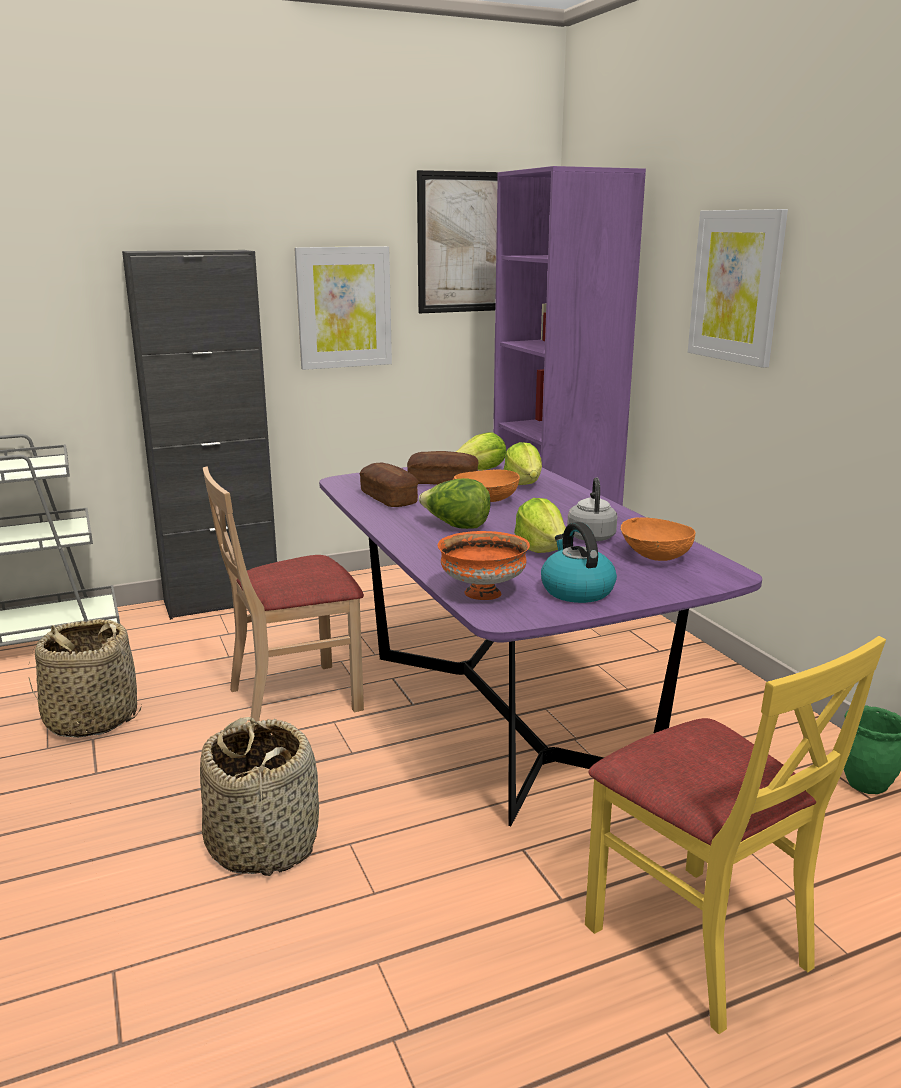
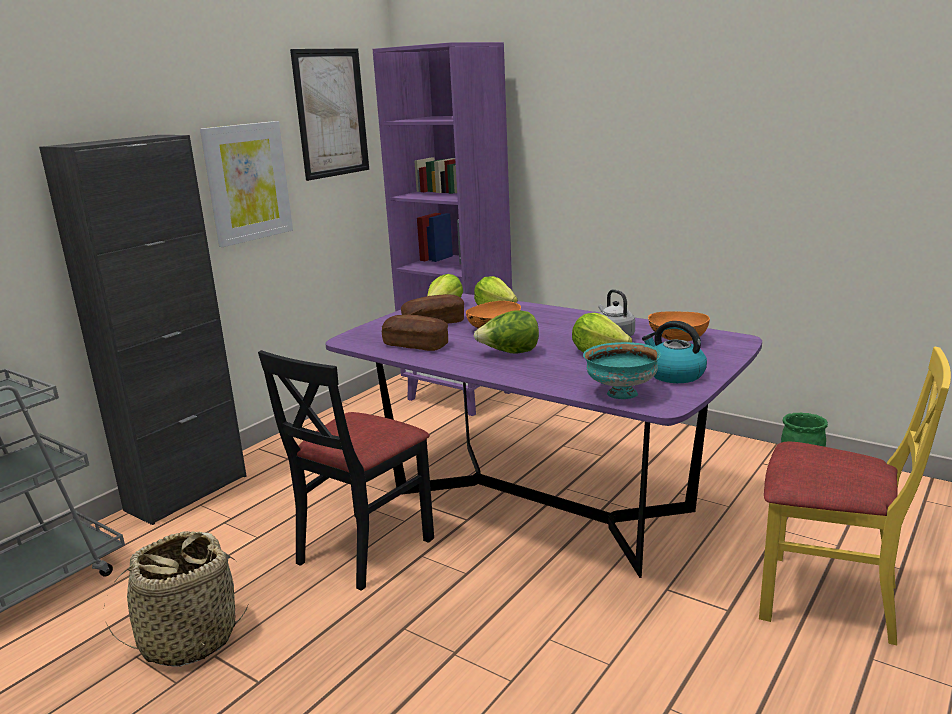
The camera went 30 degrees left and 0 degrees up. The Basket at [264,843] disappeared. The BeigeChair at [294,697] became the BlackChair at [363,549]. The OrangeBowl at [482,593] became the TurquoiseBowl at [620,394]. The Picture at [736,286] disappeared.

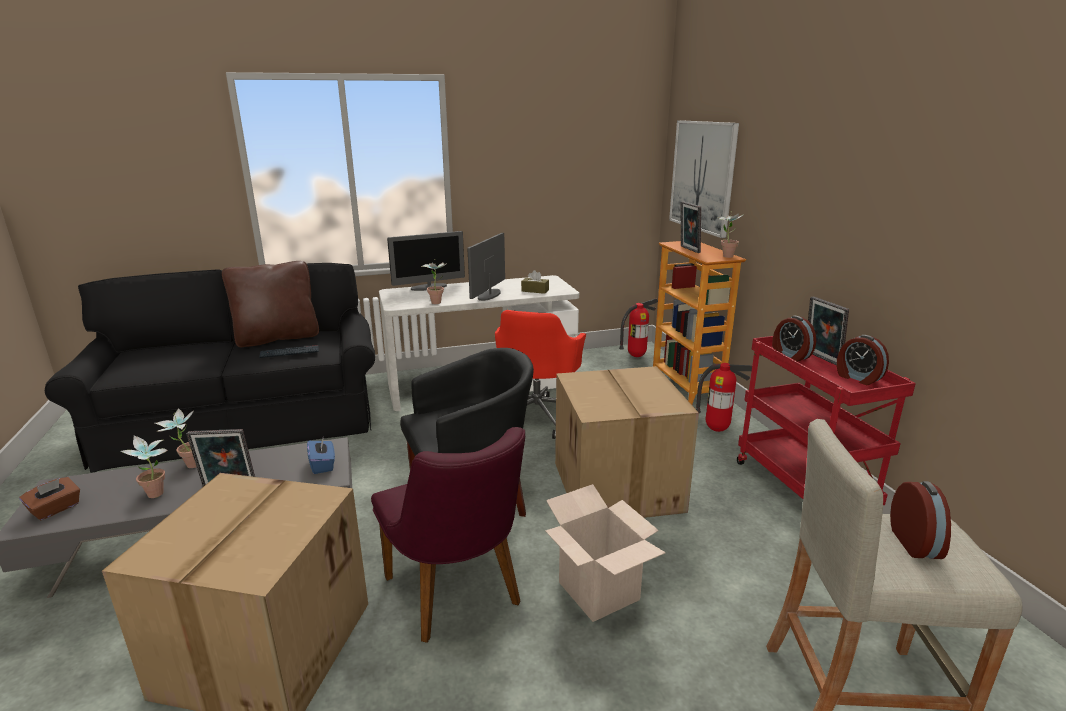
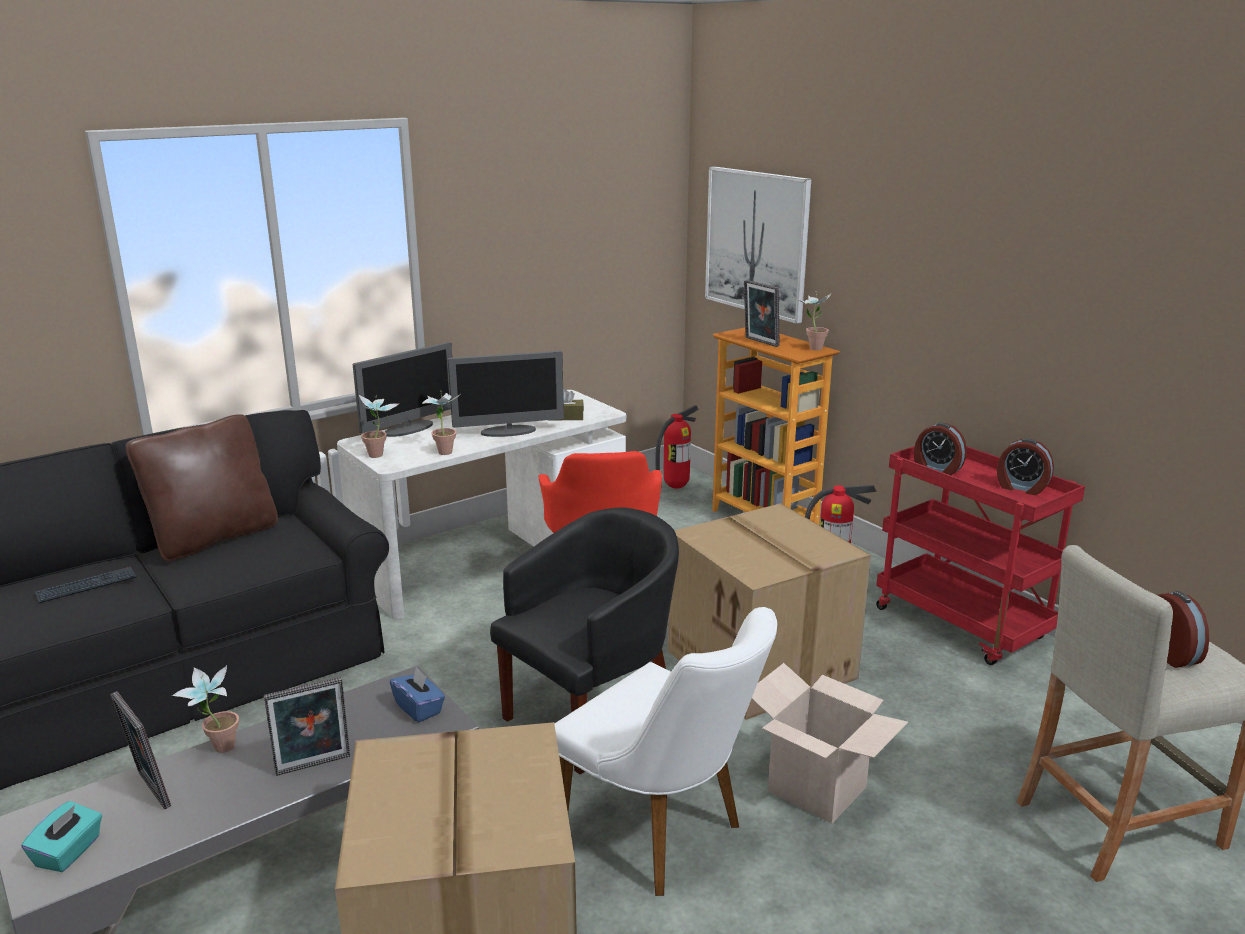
The camera went 20 degrees left and 0 degrees up. The BrownTissueBox at [56,509] became the TurquoiseTissueBox at [69,852]. The PottedPlant moved from [158,496] to [380,456]. The Keyboard moved from [289,352] to [86,586]. The PurpleChair at [458,597] became the WhiteChair at [663,837]. The Monitor at [489,295] turned 105 degrees counterclockwise. The PictureFrame moved from [820,358] to [149,791].

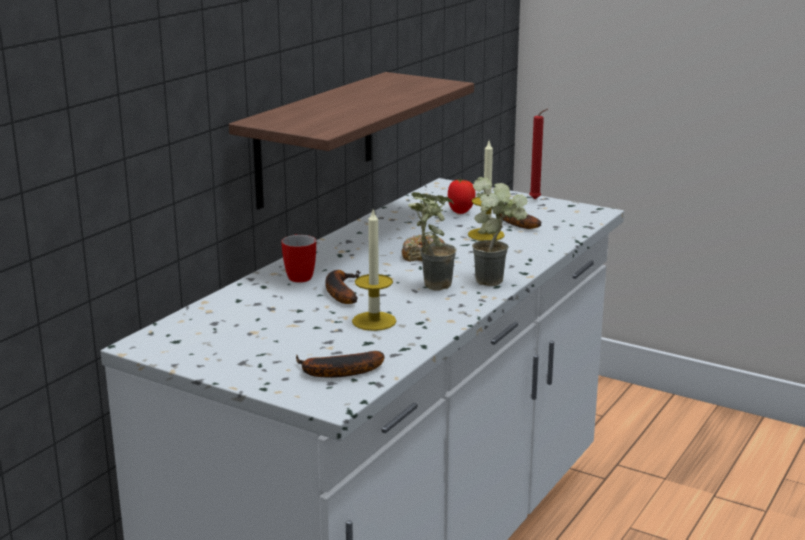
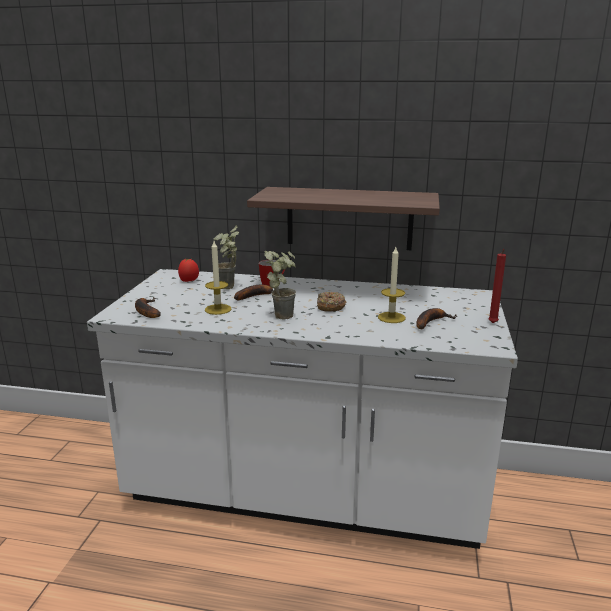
The camera went 70 degrees right and 0 degrees up. The Tomato moved from [461,212] to [189,281]. The PottedPlant moved from [497,281] to [228,288].

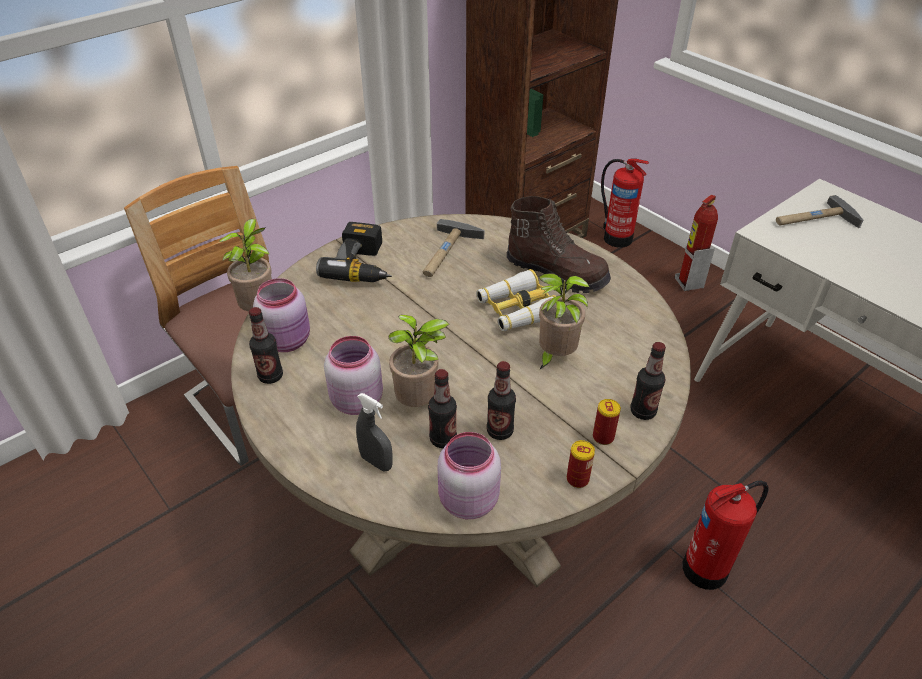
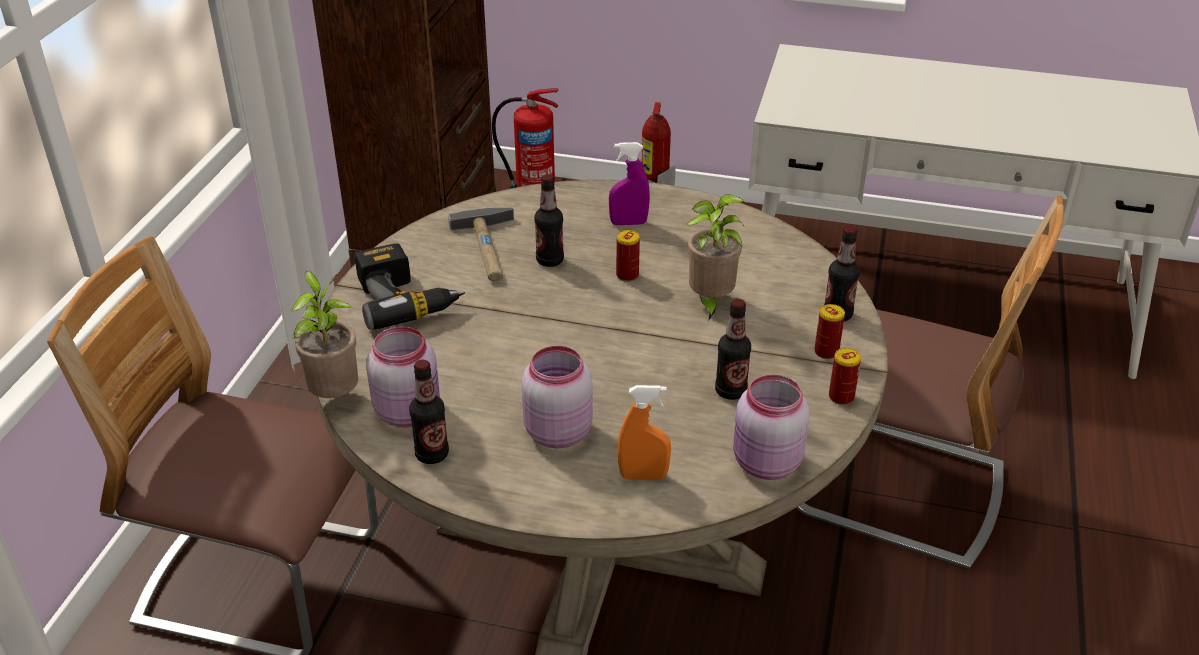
The camera went 35 degrees left and 5 degrees down. The GreySprayBottle at [376,462] became the OrangeSprayBottle at [643,476]. The PottedPlant at [419,404] disappeared. The Bottle moved from [443,439] to [550,260]. The Binoculars at [517,310] was replaced by the Can at [627,275]. The BrownBoot at [557,272] was replaced by the PurpleSprayBottle at [628,223]. The FireExtinguisher at [708,568] was replaced by the Chair at [898,489]. The Hammer at [814,220] disappeared.

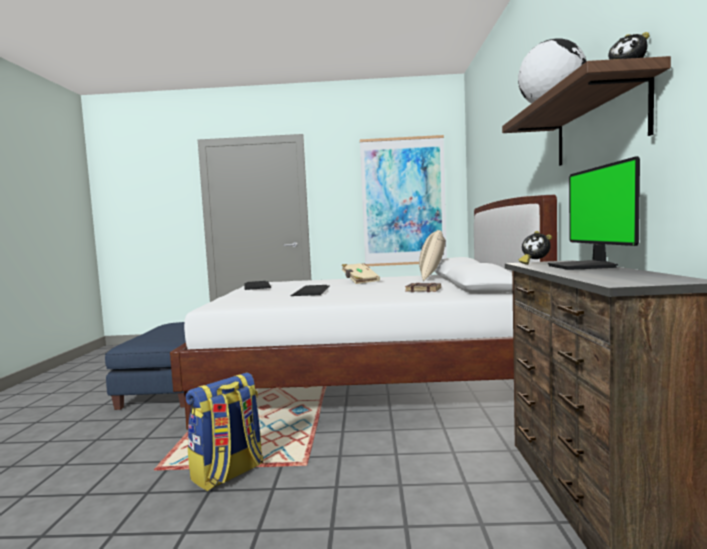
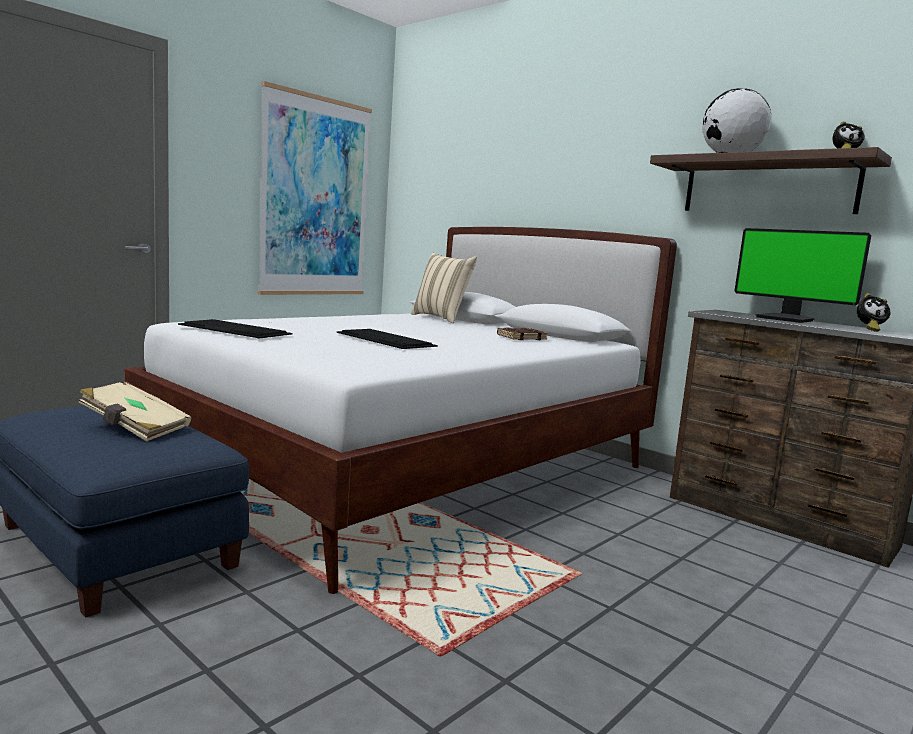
The camera went 50 degrees left and 5 degrees up. The Backpack at [228,474] disappeared. The BeigeBook moved from [359,281] to [135,428]. The AlarmClock moved from [534,263] to [869,330].

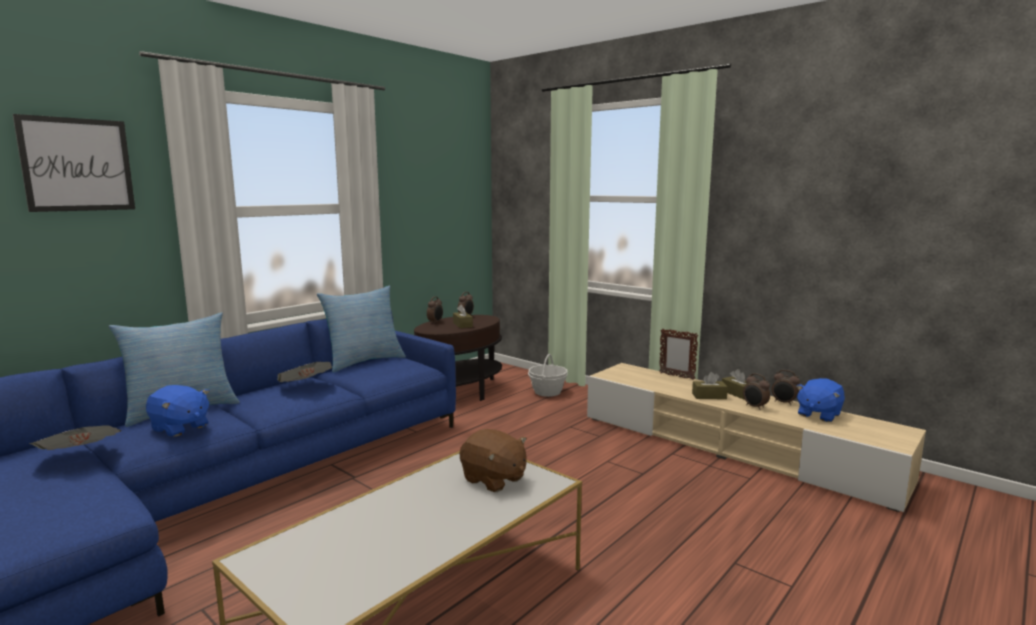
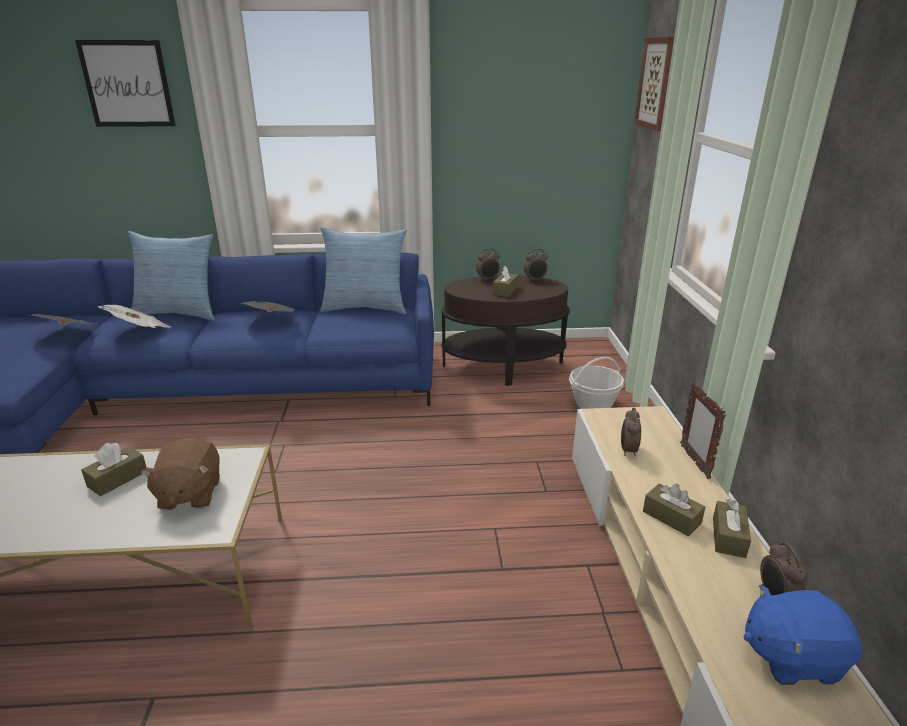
The camera went 45 degrees right and 15 degrees up. The BluePlushToy at [180,428] was replaced by the Newspaper at [140,331]. The AlarmClock moved from [755,407] to [627,450]. The BrownTissueBox at [117,479] appeared. The Picture at [657,83] appeared.

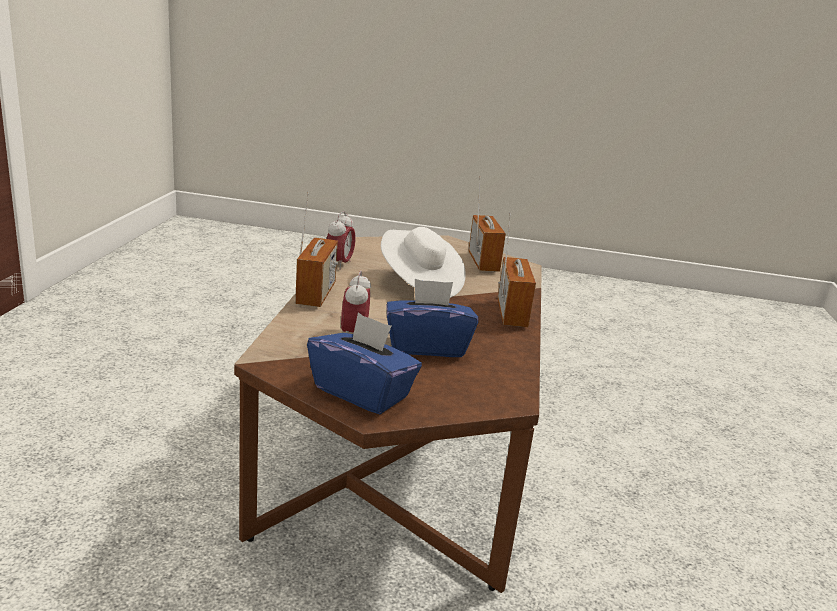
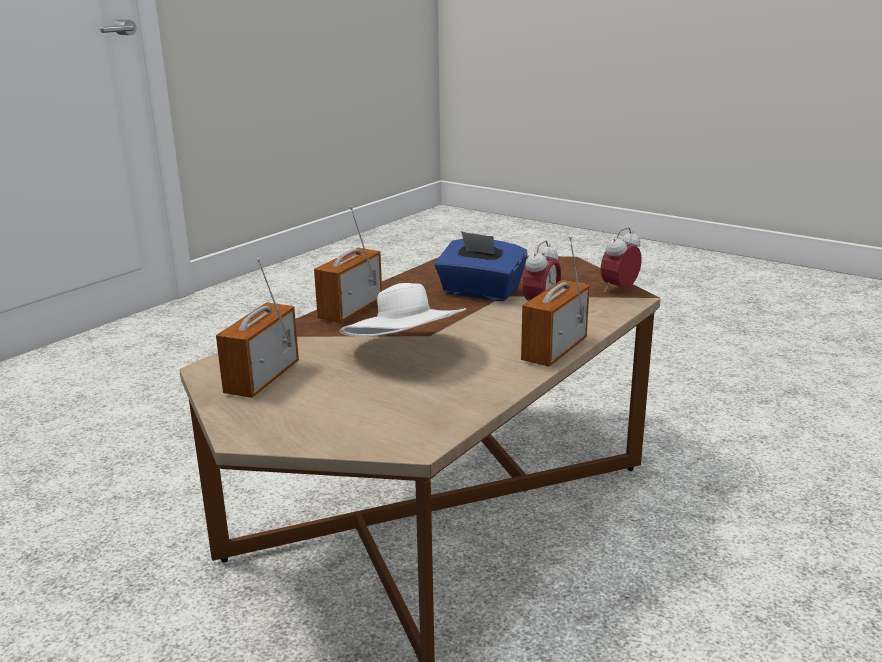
The camera went 150 degrees left and 0 degrees up. The BlueTissueBox at [362,392] disappeared. The AlarmClock moved from [339,264] to [619,289].

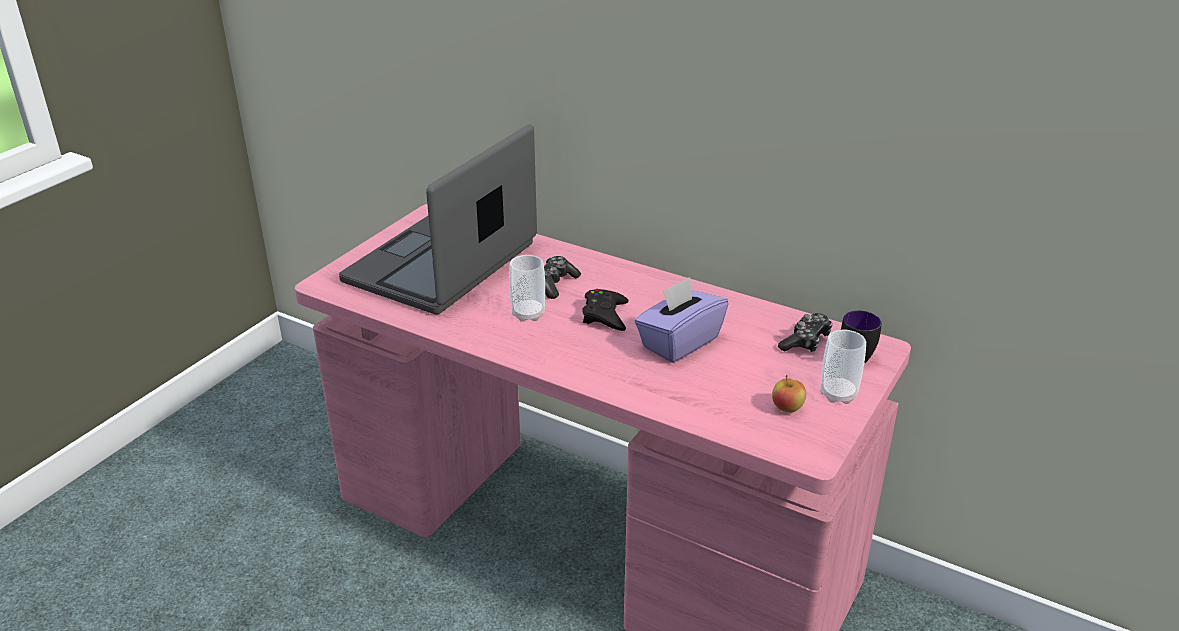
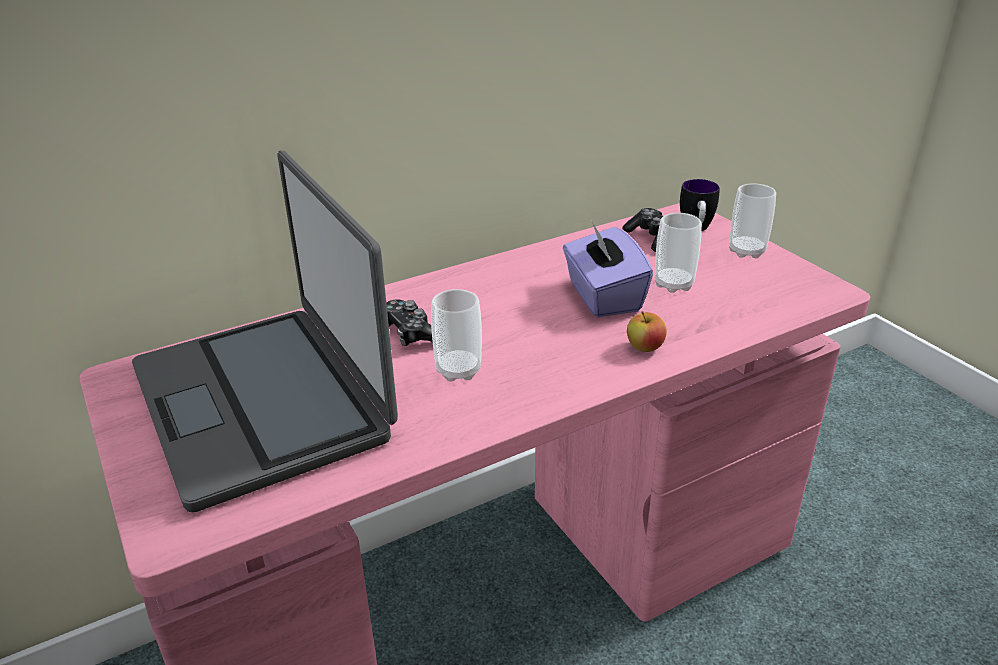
The camera went 60 degrees left and 0 degrees up. The BlackGameController at [605,315] disappeared. The Apple moved from [787,408] to [645,348]. The Cup at [673,284] appeared.

